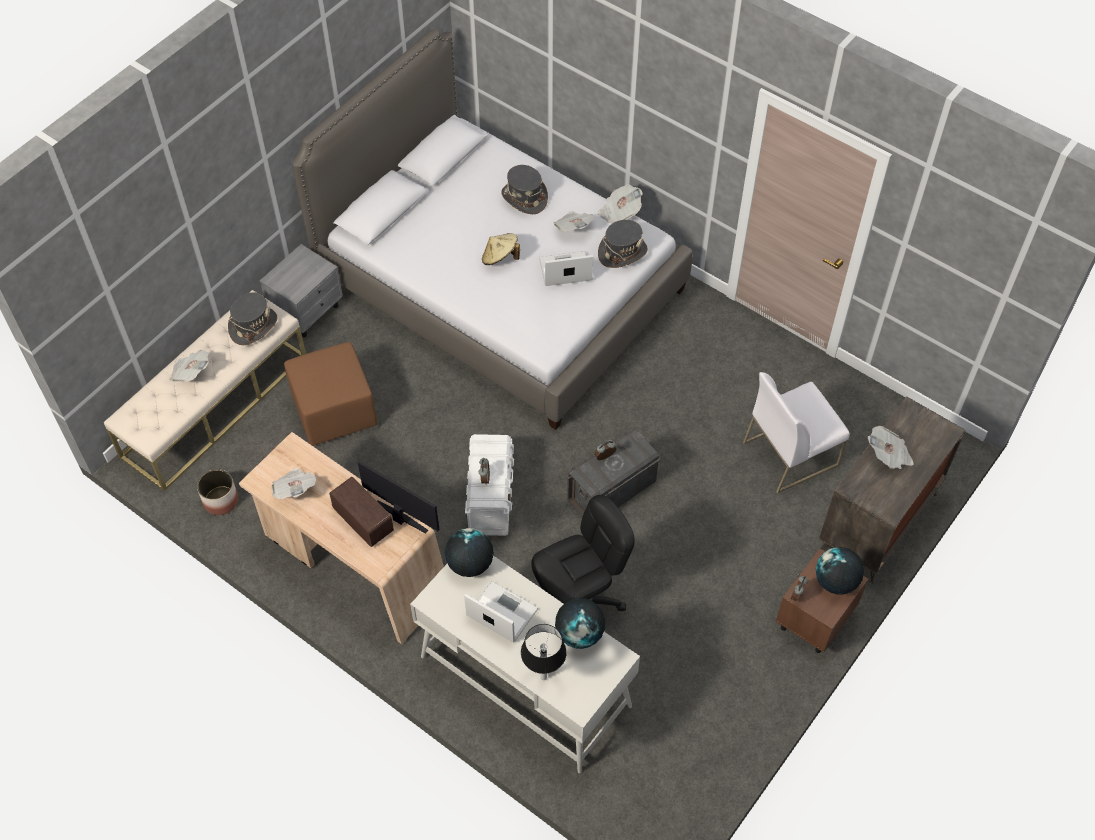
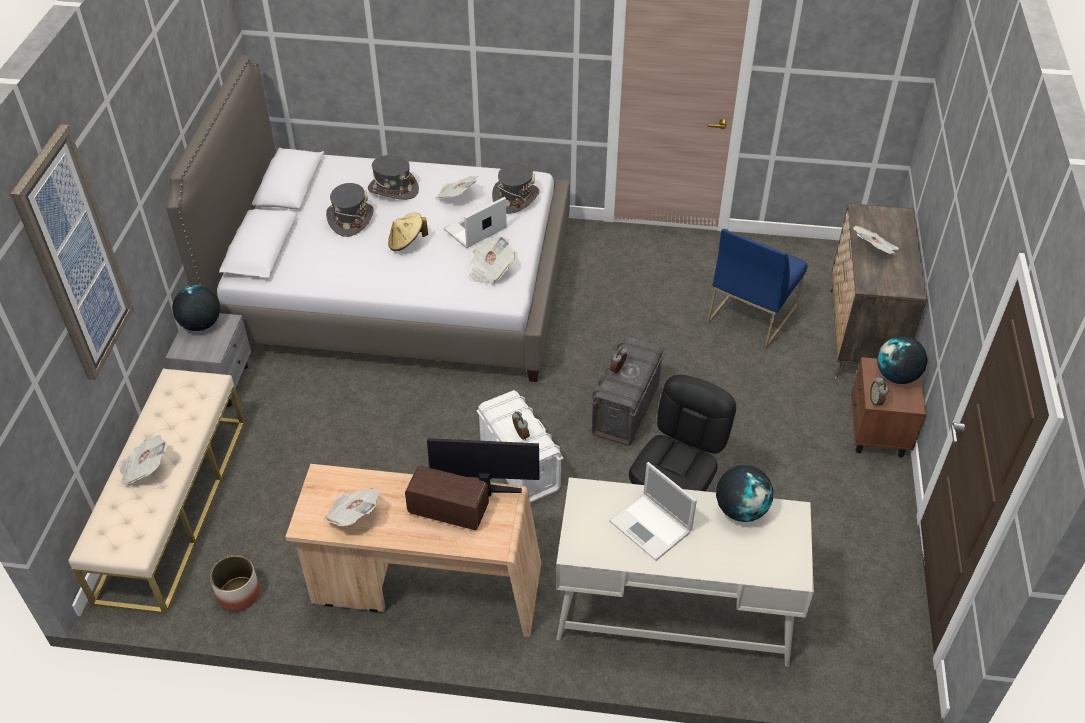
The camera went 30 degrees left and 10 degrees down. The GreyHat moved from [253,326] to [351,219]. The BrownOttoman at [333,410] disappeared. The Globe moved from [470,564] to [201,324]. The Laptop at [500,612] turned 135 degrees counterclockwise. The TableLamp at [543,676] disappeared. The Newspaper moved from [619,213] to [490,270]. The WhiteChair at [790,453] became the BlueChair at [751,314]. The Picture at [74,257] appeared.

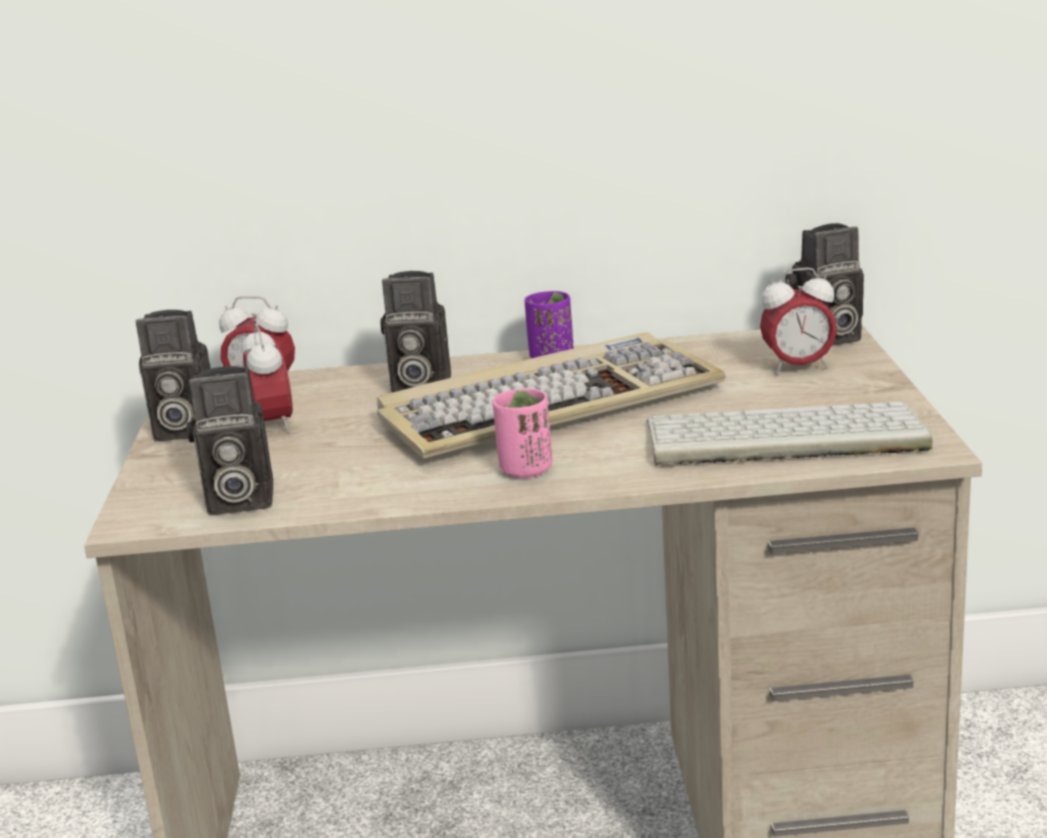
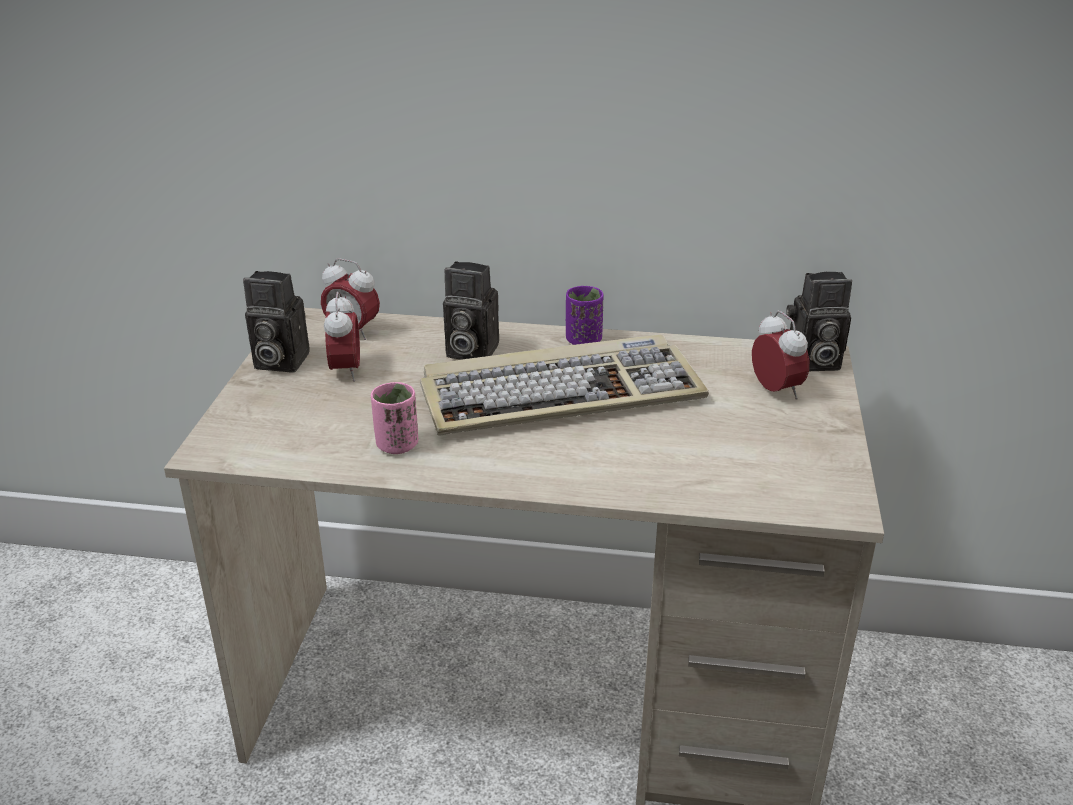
The camera went 10 degrees right and 10 degrees up. The PhotoCamera at [236,501] disappeared. The PinkCup moved from [525,470] to [397,445]. The Keyboard at [780,437] disappeared. The AlarmClock at [798,367] turned 120 degrees counterclockwise.

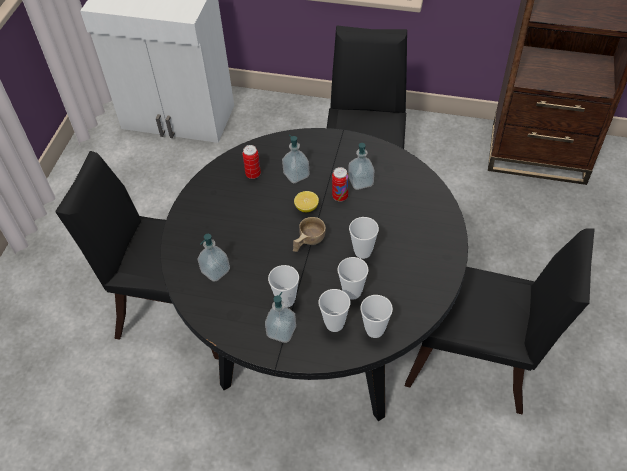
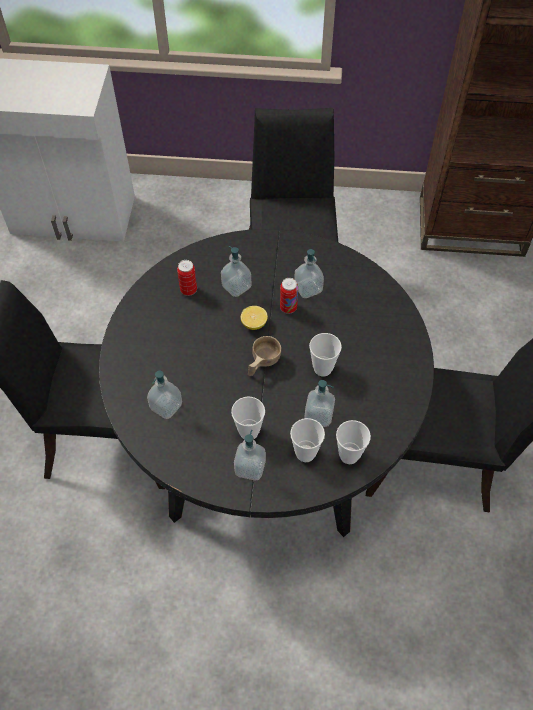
The camera went 10 degrees left and 5 degrees up. The Cup at [352,292] was replaced by the SoapDispenser at [318,415].

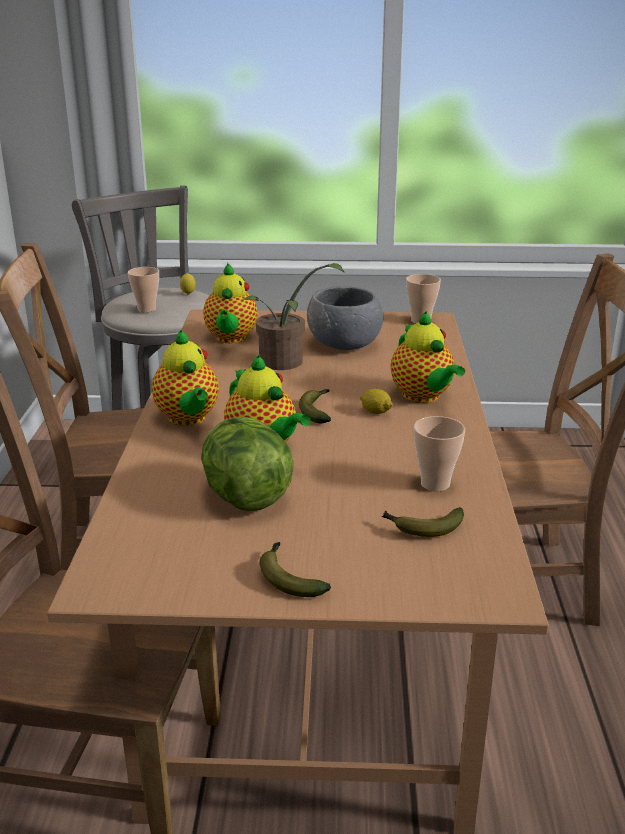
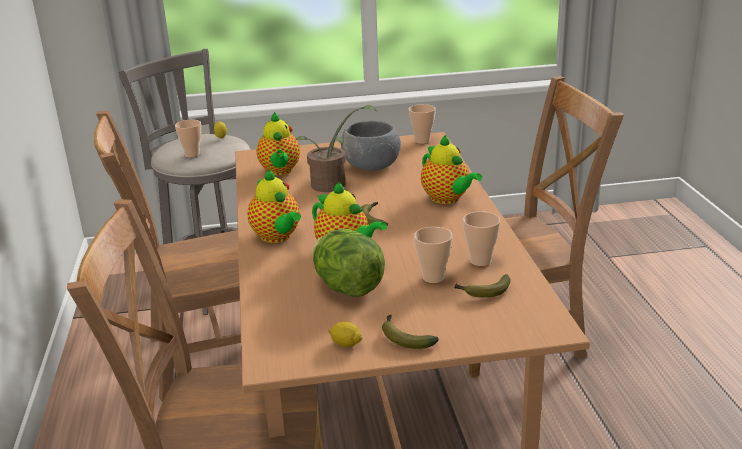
The camera went 10 degrees left and 0 degrees up. The Lemon moved from [375,412] to [346,344]. The Cup at [433,278] appeared.

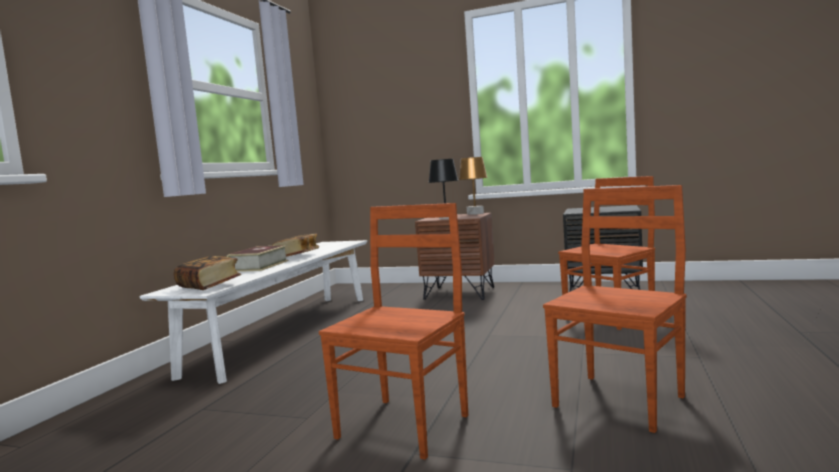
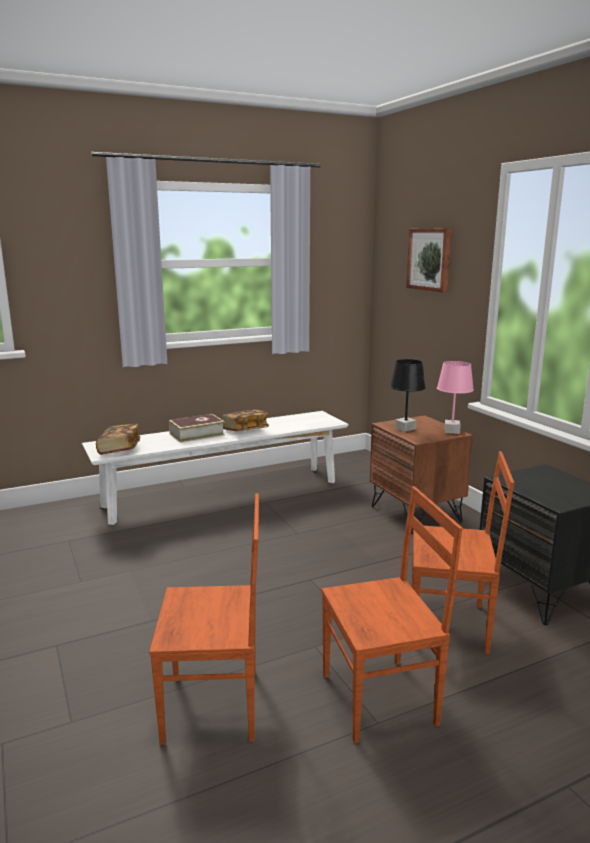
The camera went 45 degrees right and 10 degrees up. The BrownChair moved from [405,426] to [381,699]. The BrownTableLamp at [475,213] became the PinkTableLamp at [452,431]. The Picture at [430,259] appeared.

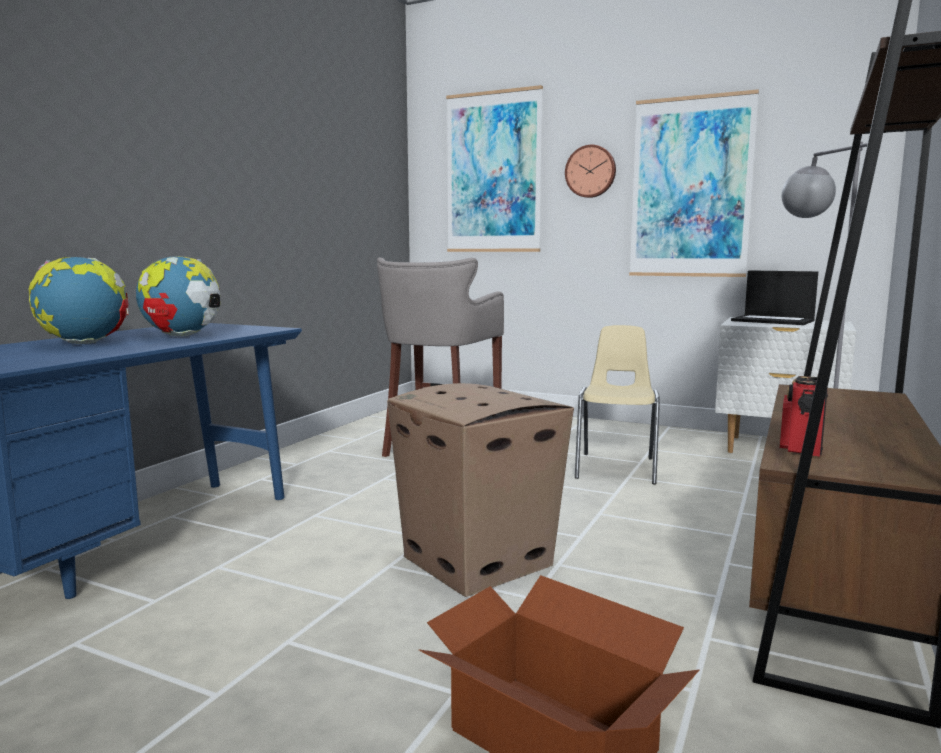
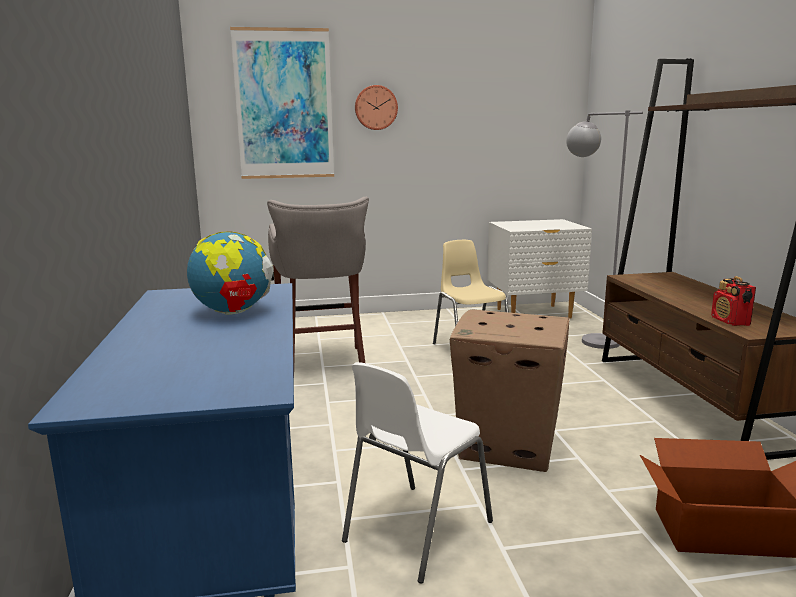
The camera went 35 degrees left and 5 degrees up. The Globe at [84,343] disappeared. The Picture at [690,188] disappeared. The Laptop at [773,321] disappeared. The WhiteChair at [415,531] appeared.

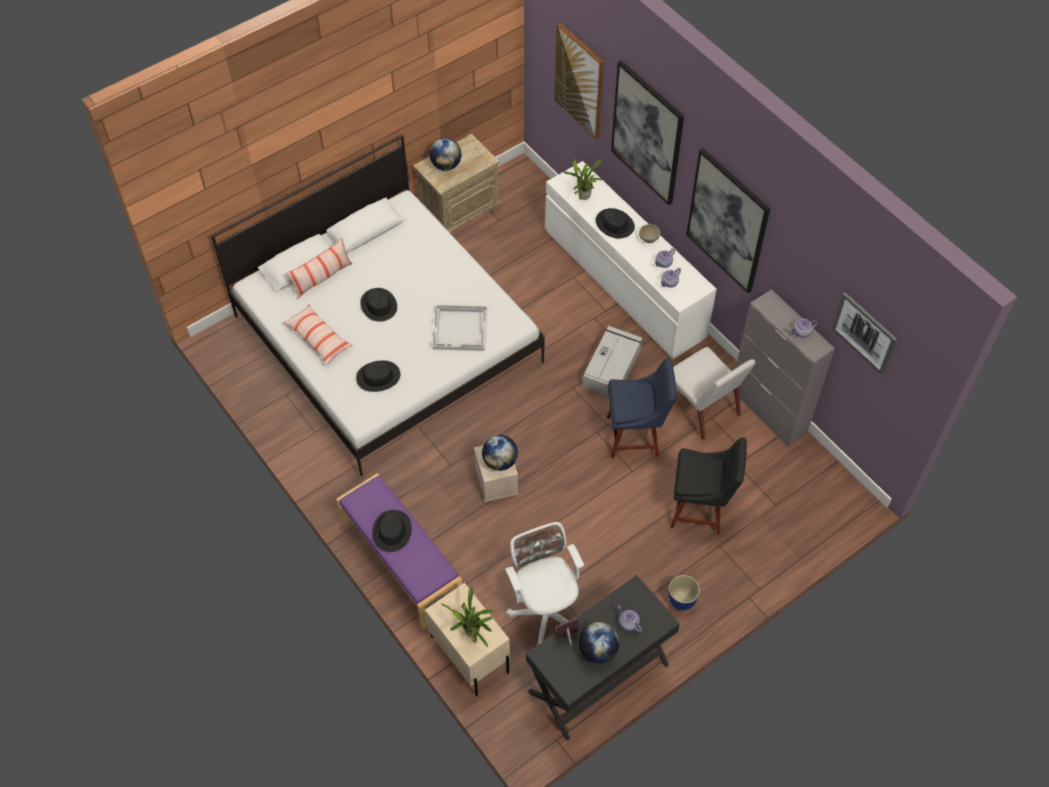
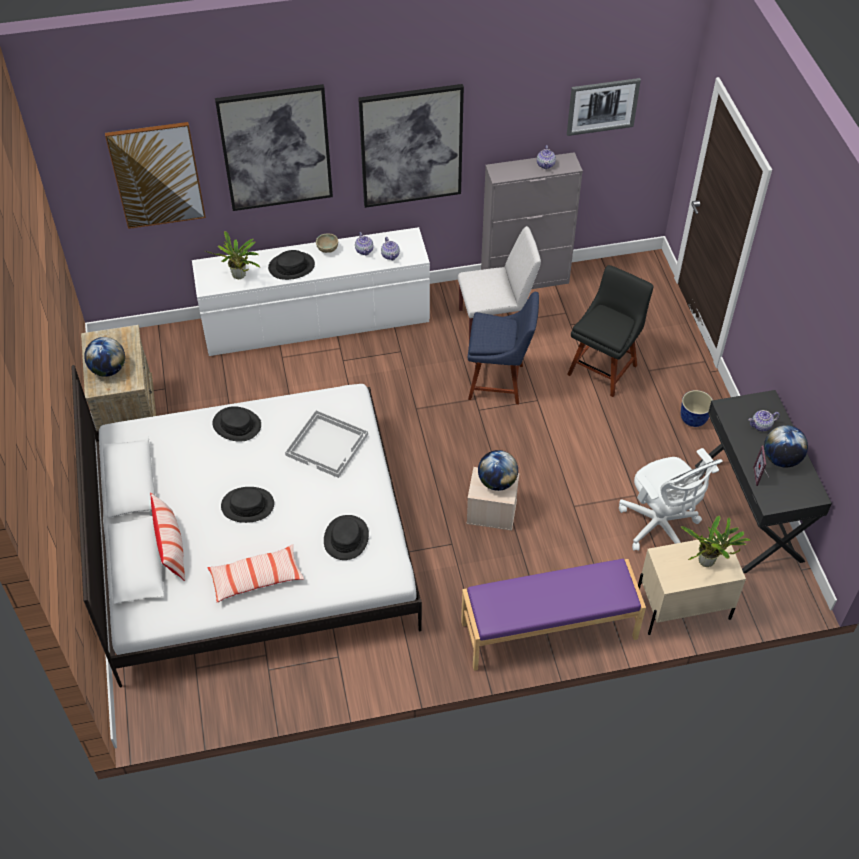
The camera went 65 degrees left and 5 degrees down. The BlackHat moved from [392,531] to [237,424]. The WhiteOfficeChair at [545,611] turned 120 degrees counterclockwise. The GreyStorageBox at [612,367] disappeared. The BlueChair at [636,435] turned 75 degrees clockwise.

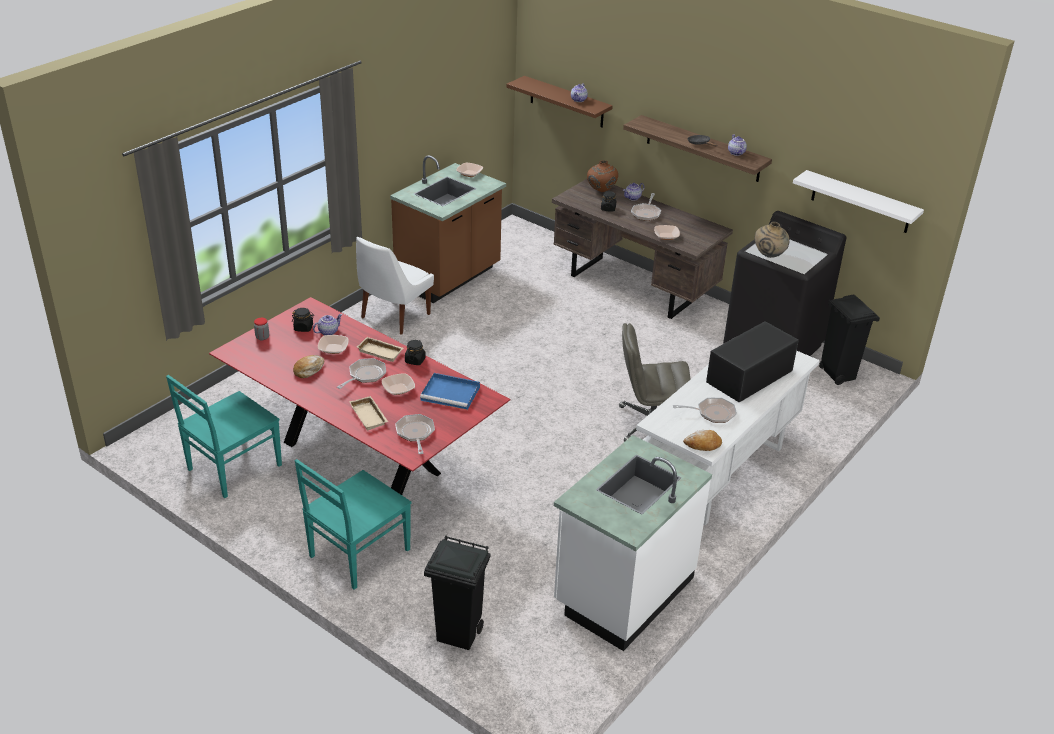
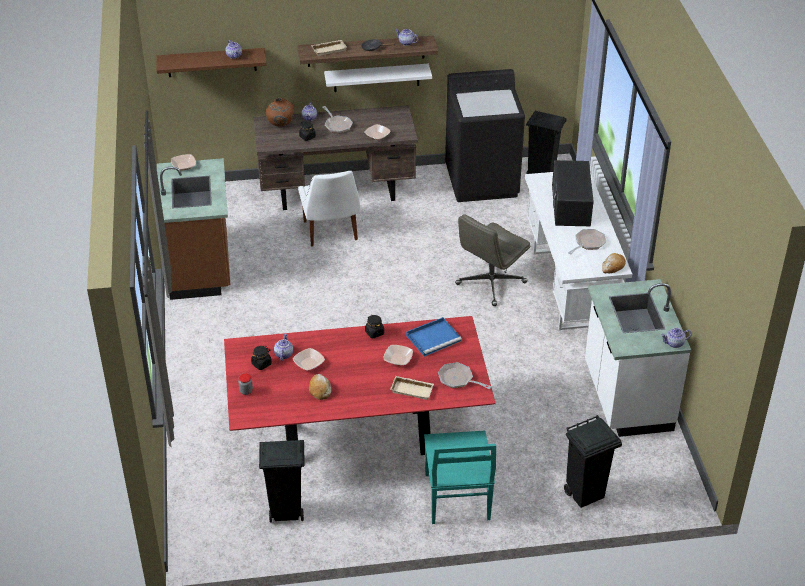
The camera went 45 degrees left and 5 degrees up. The TurquoiseChair at [232,468] was replaced by the BlackTrashCan at [285,512]. The FryingPan at [365,375] disappeared. The WhiteChair moved from [393,317] to [331,232]. The BeigeTray moved from [381,351] to [329,49]. The BeigeVase at [769,256] disappeared. The WhiteShelf moved from [860,202] to [376,77]. The Teapot at [674,343] appeared.

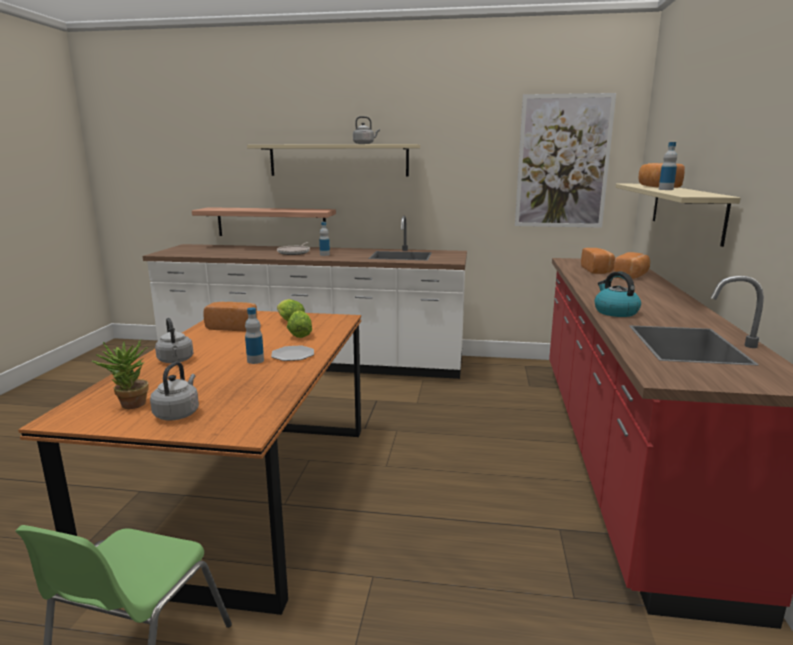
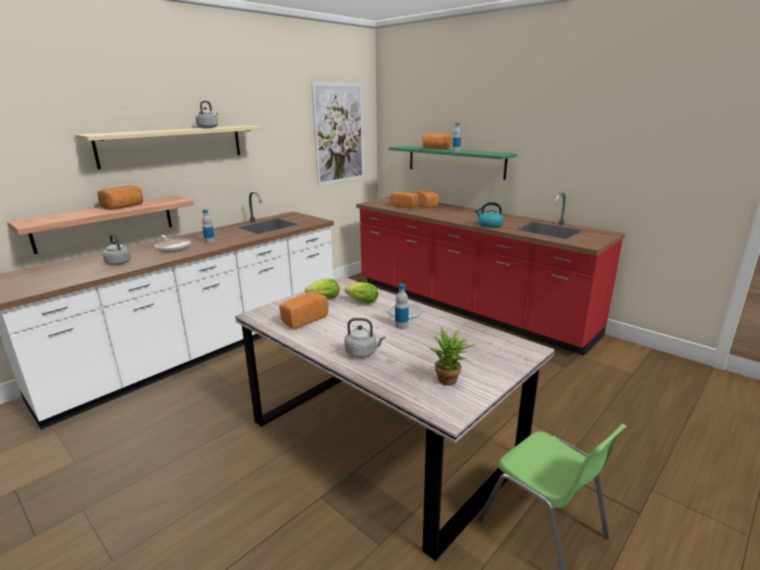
The camera went 55 degrees left and 5 degrees up. The OrangeDiningTable at [245,492] became the GreyDiningTable at [382,439]. The GreyKettle moved from [178,413] to [118,263]. The BeigeShelf at [686,210] became the GreenShelf at [455,161]. The Bread at [124,207] appeared.

